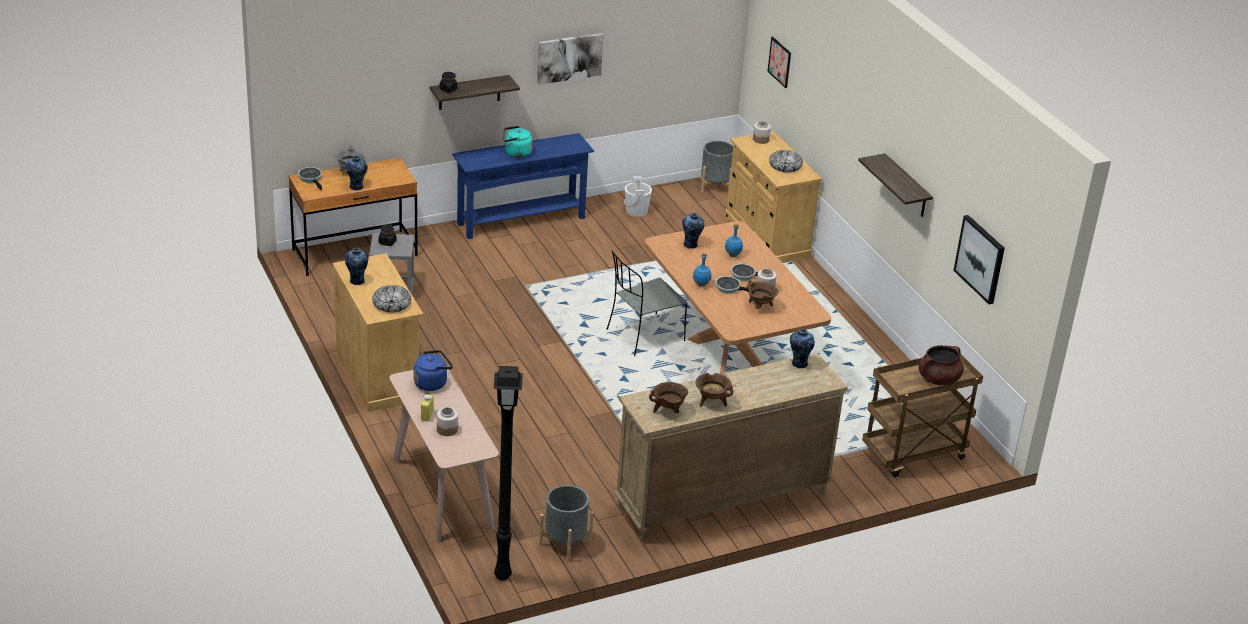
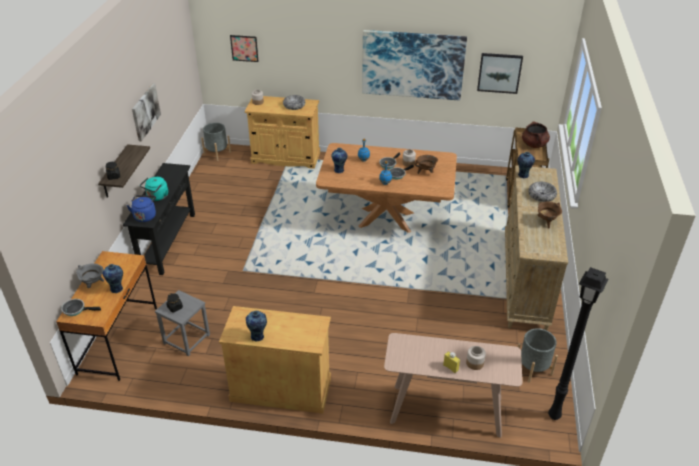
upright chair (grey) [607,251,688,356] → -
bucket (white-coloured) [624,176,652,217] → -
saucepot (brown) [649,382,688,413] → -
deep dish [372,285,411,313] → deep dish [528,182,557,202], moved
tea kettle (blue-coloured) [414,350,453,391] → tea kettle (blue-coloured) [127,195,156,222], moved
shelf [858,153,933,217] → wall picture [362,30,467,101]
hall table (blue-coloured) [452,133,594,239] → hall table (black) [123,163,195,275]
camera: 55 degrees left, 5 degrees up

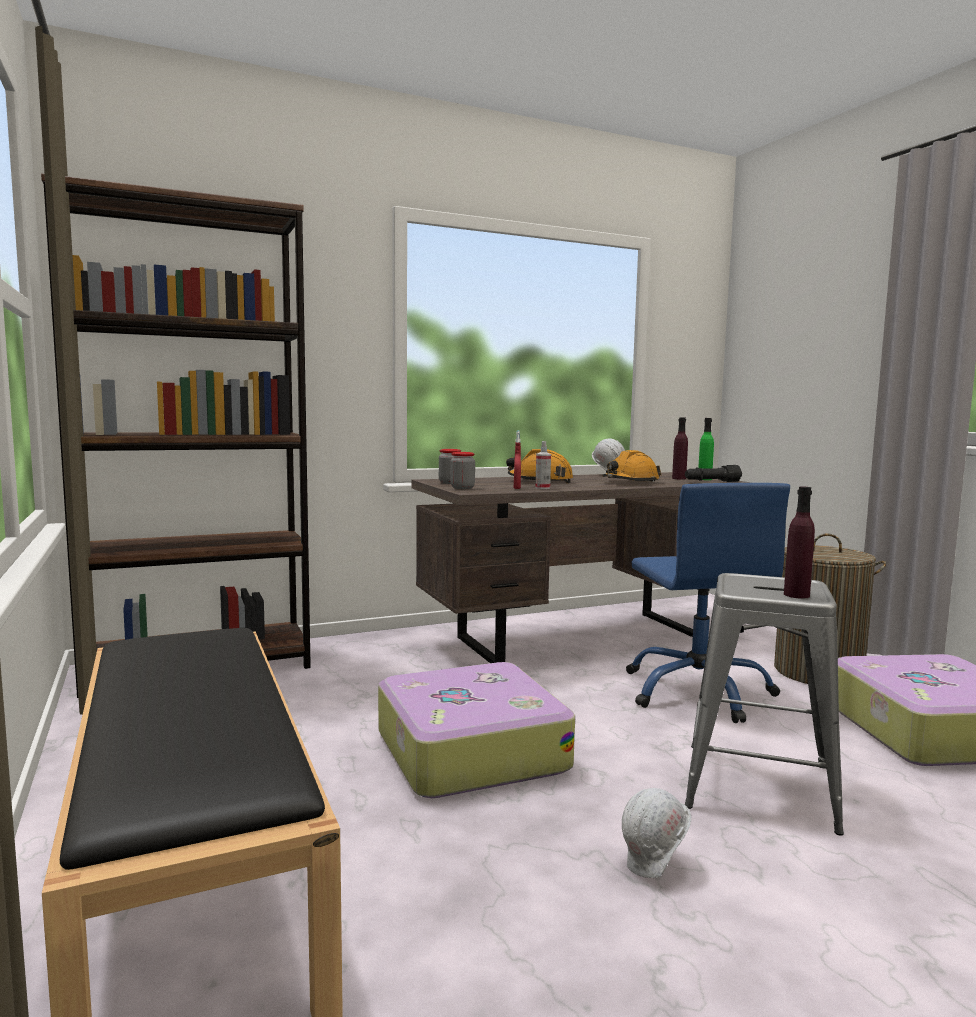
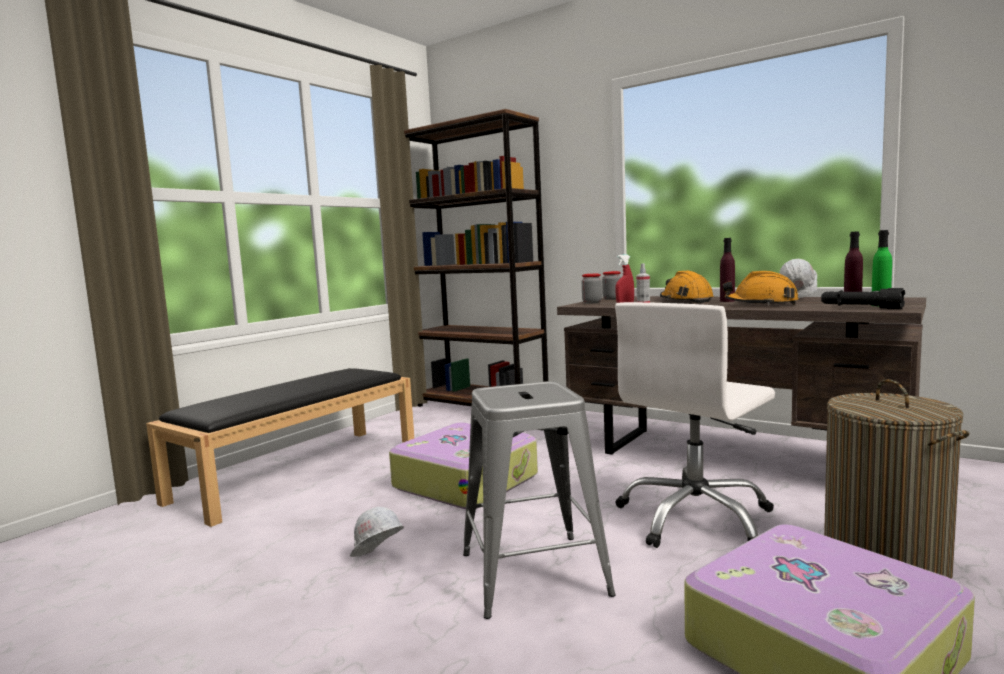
beverage bottle (purple) [784,487,815,599] → beverage bottle (purple) [720,238,735,302], moved
computer chair (blue-coloured) [626,483,790,723] → computer chair (white-coloured) [615,302,775,548]
camera: 60 degrees right, 0 degrees up

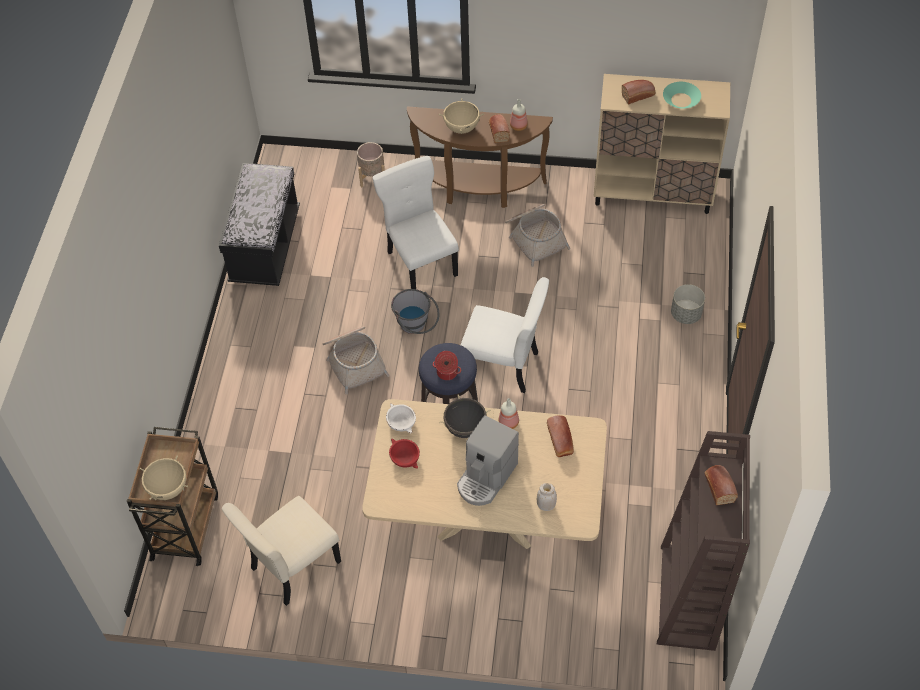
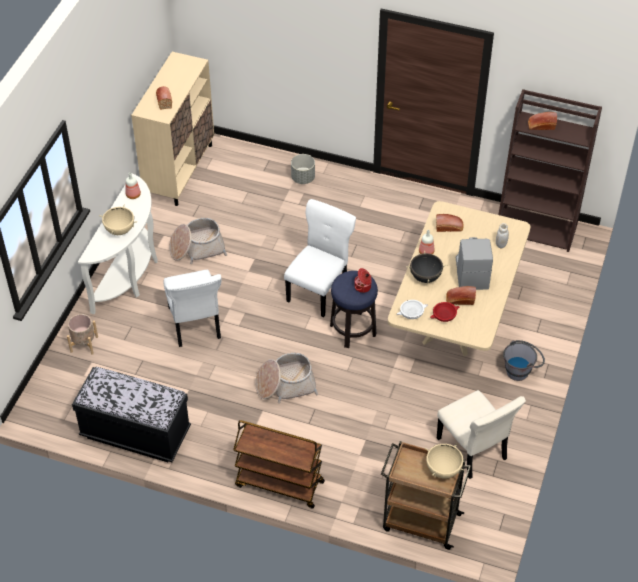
deep dish (blue-green) [663,82,701,109] → -
- → wheeled cart (brown) [233,420,325,509]
bucket (grey) [391,289,439,334] → bucket (grey) [503,340,545,381], moved
bread [489,114,510,143] → bread [446,286,476,305], moved
hall table (brown) [407,106,553,208] → hall table (white-coloured) [78,174,158,314]
upright chair (white-coloured) [373,156,459,289] → upright chair (white-coloured) [164,270,221,347], 90 degrees counterclockwise
coffee brewer [457,415,519,506] → coffee brewer [456,237,493,290], 135 degrees counterclockwise
camera: 80 degrees left, 5 degrees down

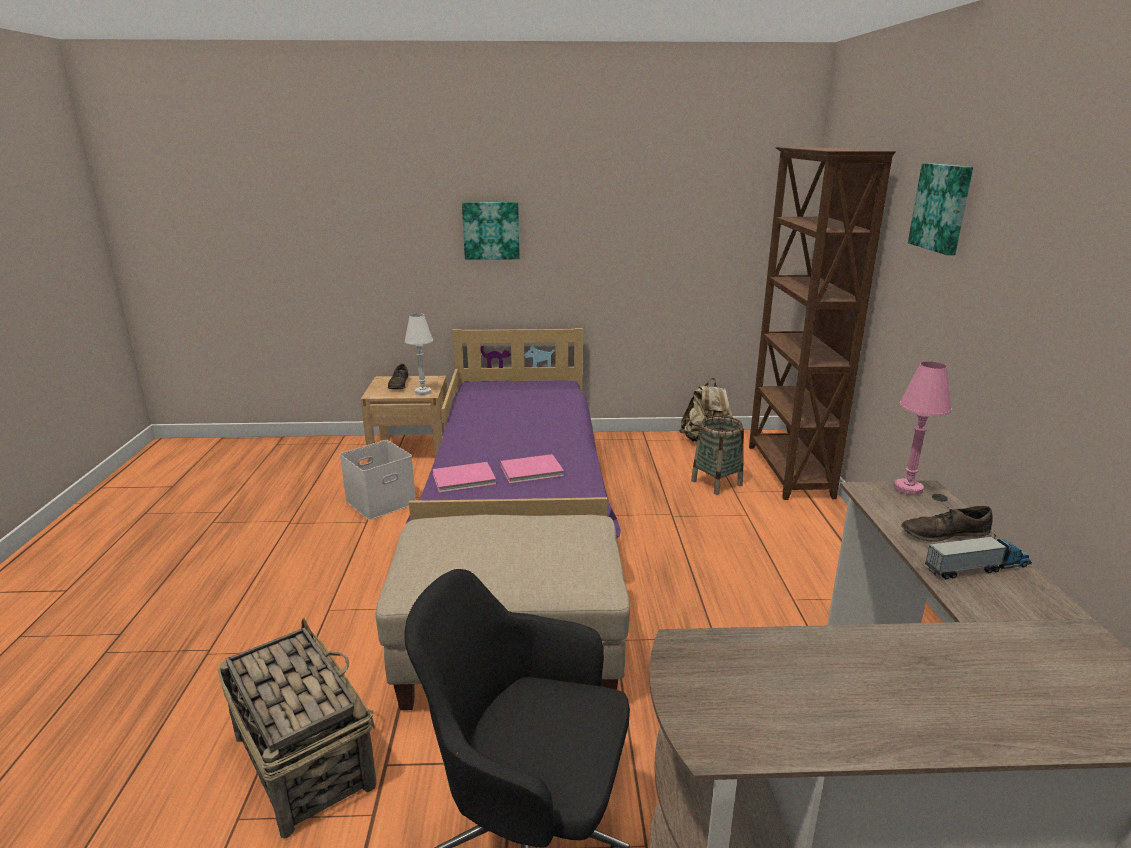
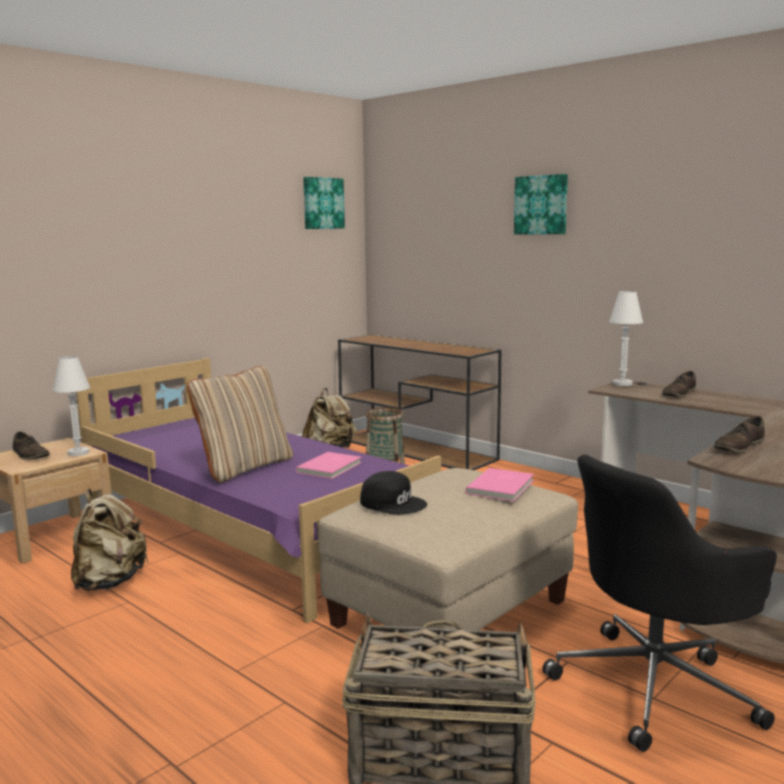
toy truck [925,534,1032,579] → -
- → throw pillow (beige-coloured) [187,366,293,483]
- → cap (black) [360,471,427,515]
- → low shoe (brown) [714,416,765,453]
bound book (pinkish) [433,462,496,493] → bound book (pinkish) [465,468,534,501], moved
wall picture [462,202,520,260] → wall picture [303,177,345,229], moved
storage box (white-coloured) [340,440,416,520] → knapsack (beige-coloured) [71,488,149,591]
bookcase (brown) [749,147,896,500] → hall table (brown) [338,334,501,470]
table lamp (pinkish) [894,361,952,495] → table lamp (white-coloured) [609,291,643,386]
camera: 45 degrees left, 10 degrees down

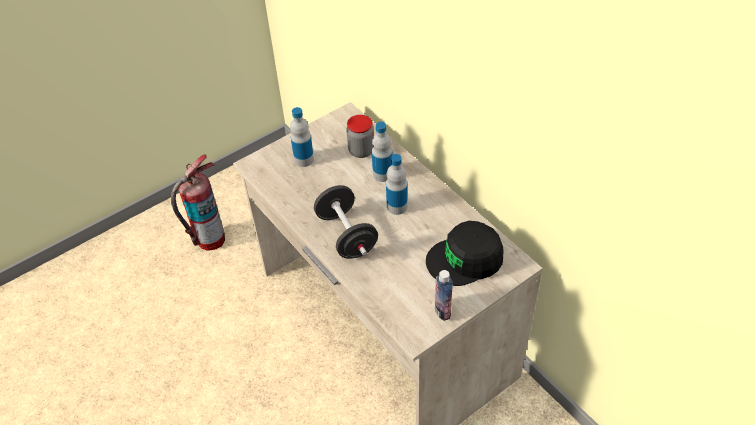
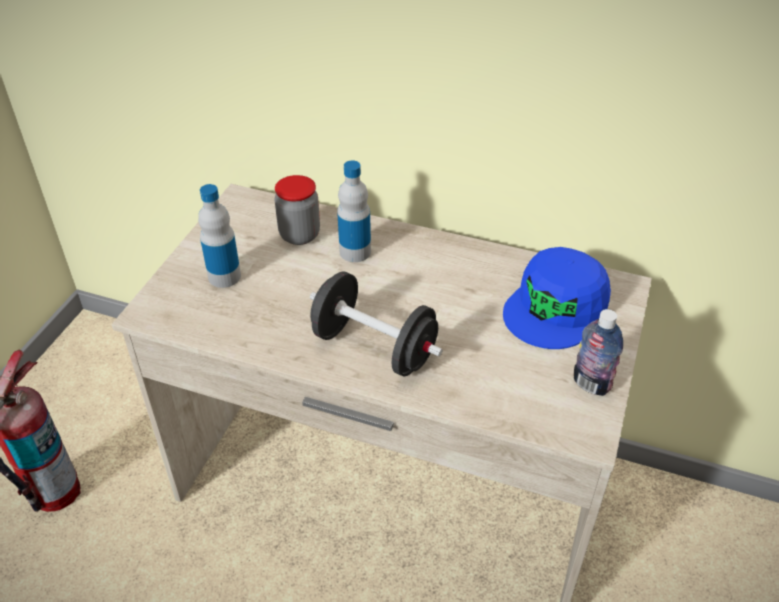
beverage bottle [386,154,408,215] → -
cap (black) [426,221,504,286] → cap (blue-coloured) [503,247,611,349]
camera: 35 degrees left, 5 degrees down

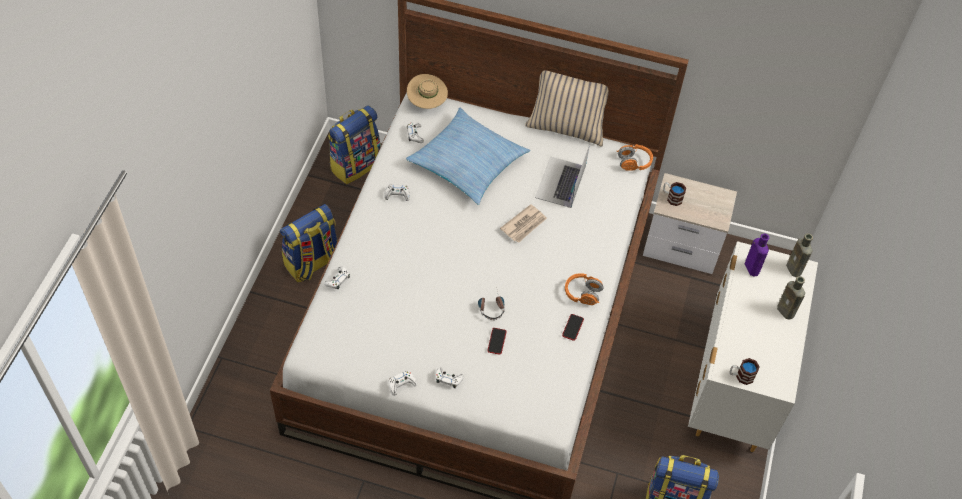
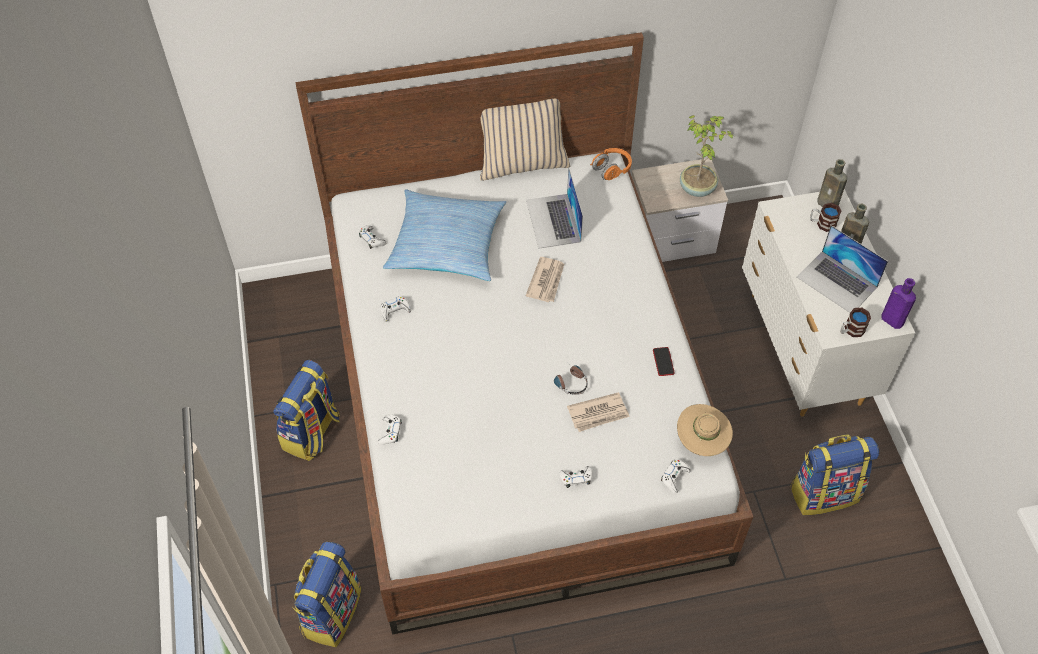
headset (orangey) [565,273,603,305] → -
- → plant in a pot [680,115,735,197]
- → laptop [797,225,888,313]
knapsack [328,105,381,184] → knapsack [292,542,361,647], moved
game controller (white-coloured) [388,371,417,396] → game controller (white-coloured) [661,460,691,493], moved
clothing hat (beige-coloured) [407,74,448,109] → clothing hat (beige-coloured) [677,404,733,456], moved
mug [663,182,686,206] → mug [810,203,842,232], moved
beverage bottle (purple) [745,234,769,277] → beverage bottle (purple) [881,278,916,329], moved
handset [487,328,506,355] → daily paper [567,392,630,432]
camera: 25 degrees left, 0 degrees up

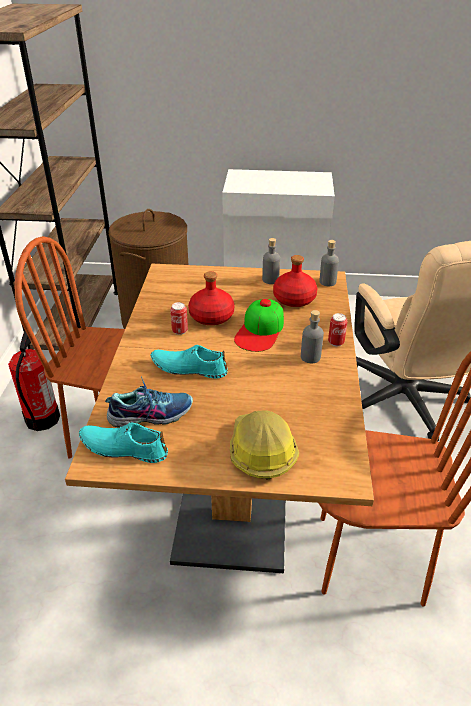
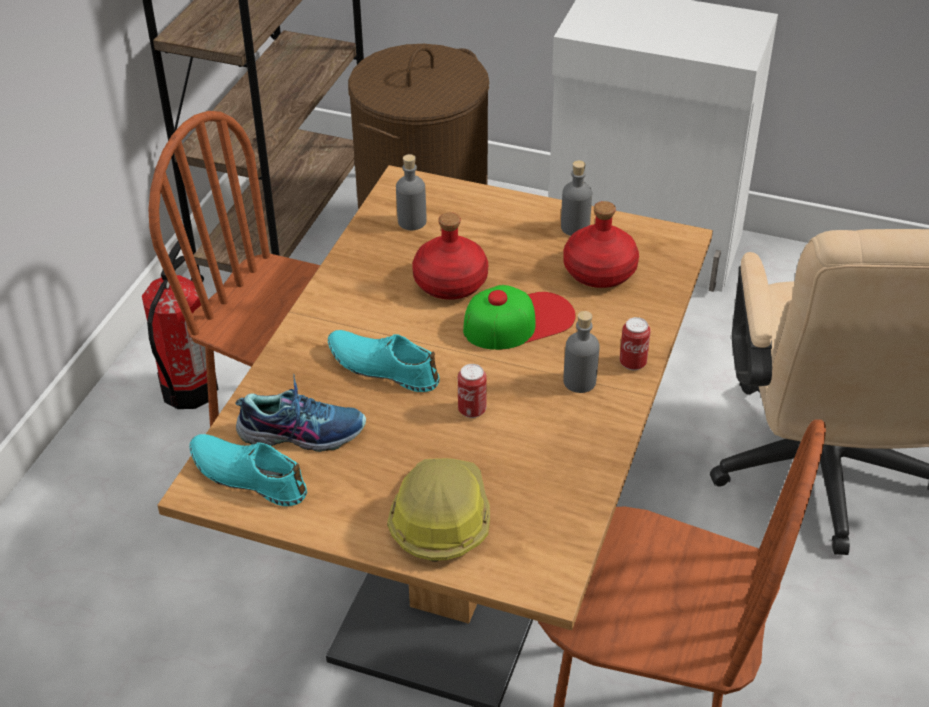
can [170,302,188,335] → can [458,364,487,418], moved
beverage bottle (grey) [319,240,339,286] → beverage bottle (grey) [396,154,426,230], moved
cap [234,299,284,352] → cap [463,285,576,350], 150 degrees counterclockwise
camera: 15 degrees right, 5 degrees up

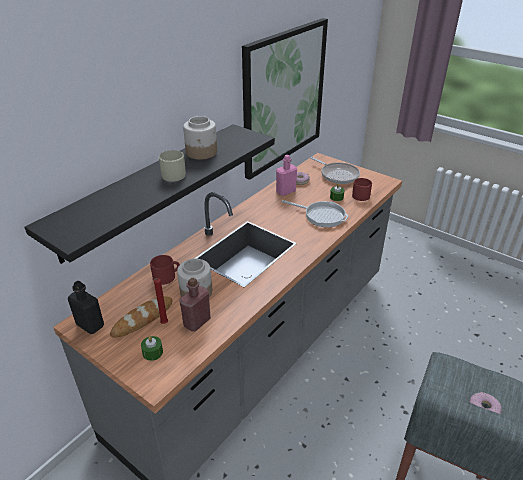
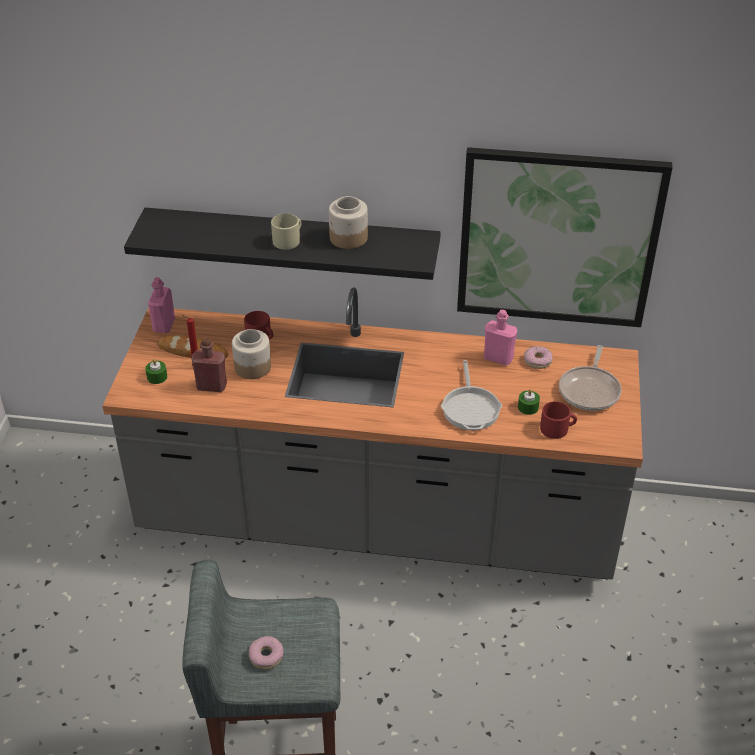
beverage bottle (black) [68,281,104,334] → beverage bottle (pinkish) [148,277,175,333]
camera: 60 degrees right, 5 degrees up

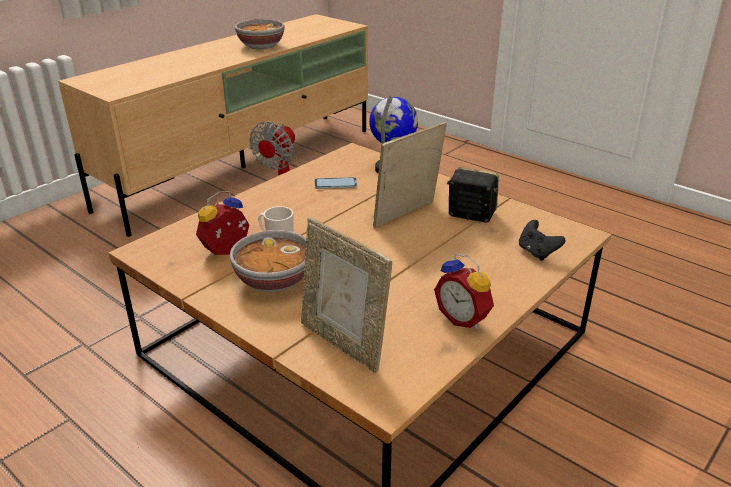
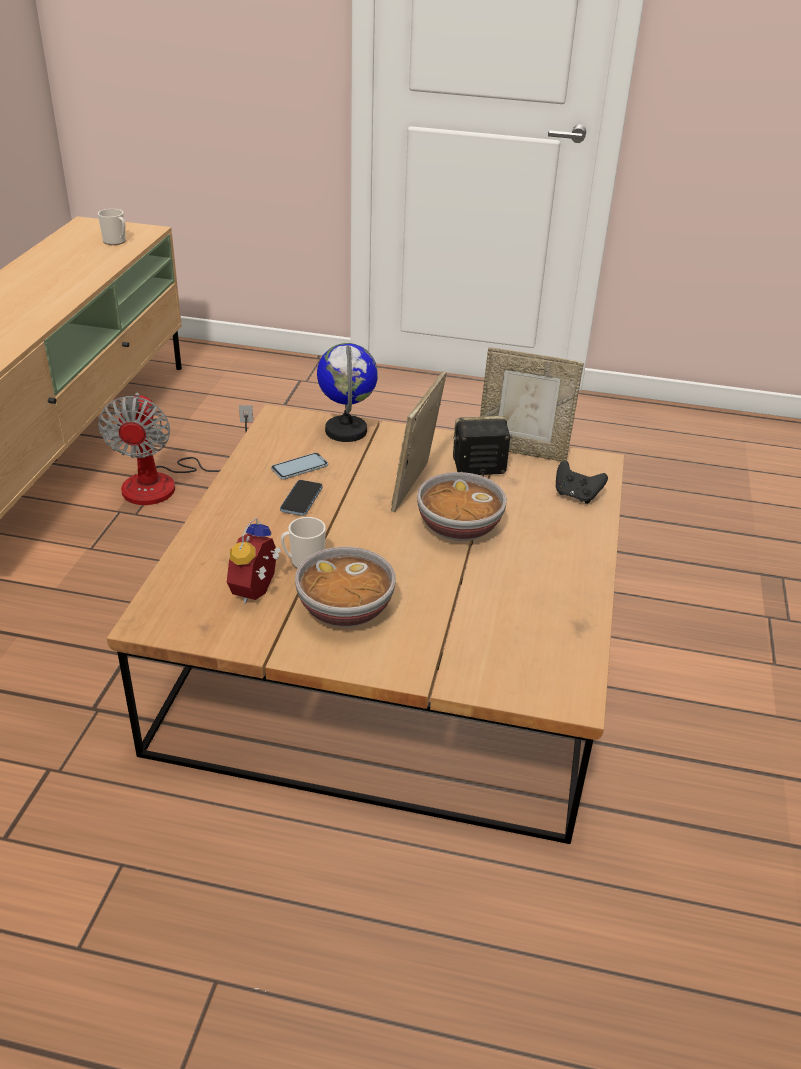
alarm clock [434,253,494,329] → -
- → mug [98,209,126,245]
- → handset [280,480,323,516]
deep dish [235,19,285,49] → deep dish [417,472,507,541], moved
photo frame [301,217,392,373] → photo frame [480,347,584,462], moved
camera: 30 degrees left, 5 degrees up

